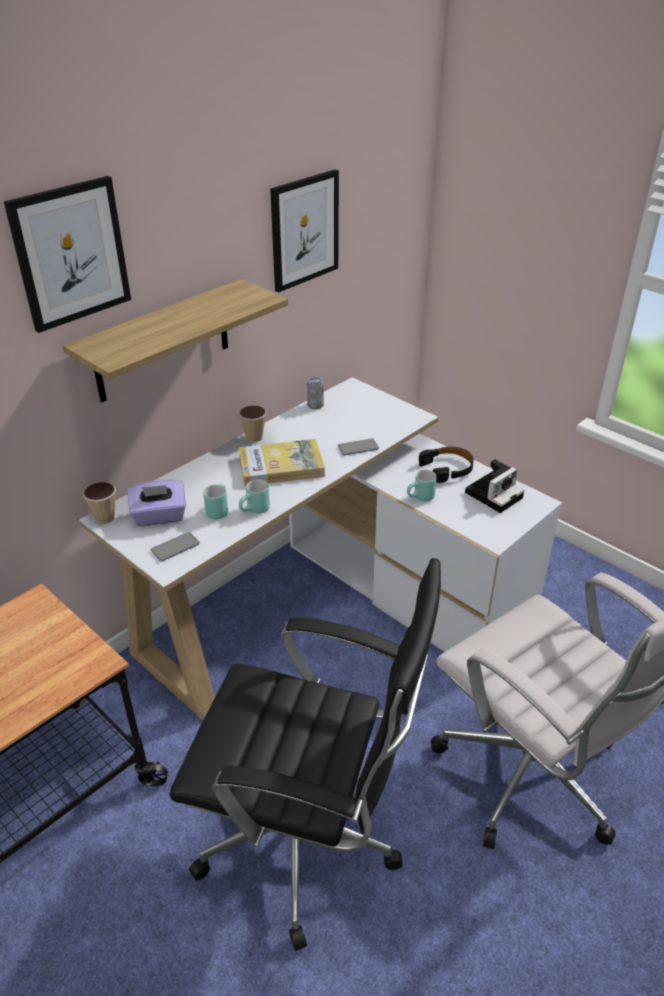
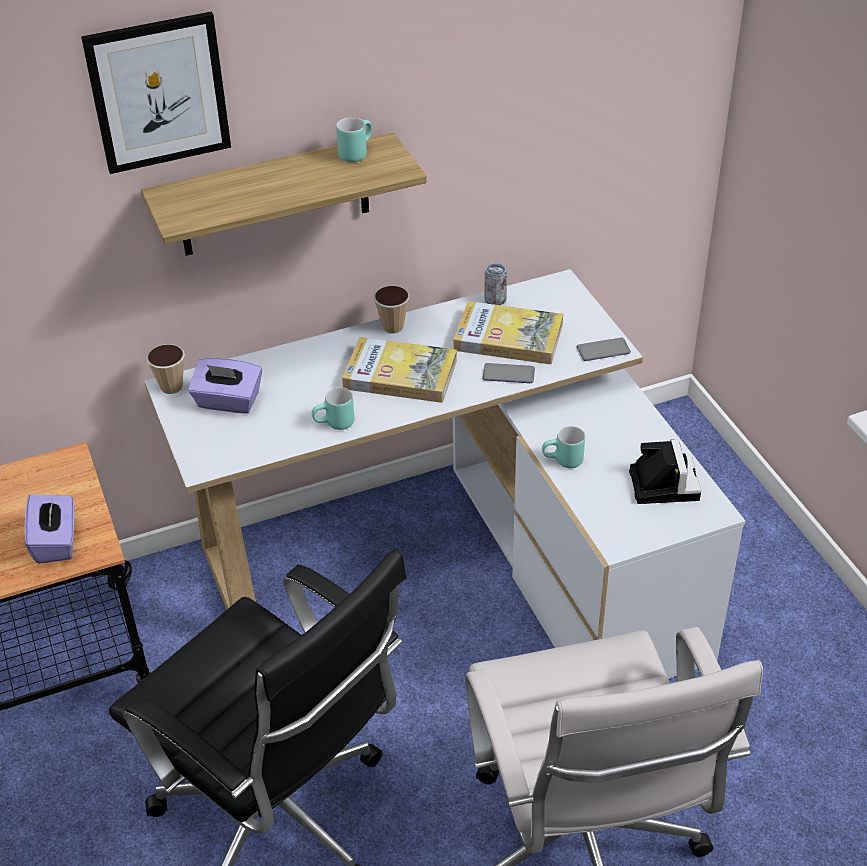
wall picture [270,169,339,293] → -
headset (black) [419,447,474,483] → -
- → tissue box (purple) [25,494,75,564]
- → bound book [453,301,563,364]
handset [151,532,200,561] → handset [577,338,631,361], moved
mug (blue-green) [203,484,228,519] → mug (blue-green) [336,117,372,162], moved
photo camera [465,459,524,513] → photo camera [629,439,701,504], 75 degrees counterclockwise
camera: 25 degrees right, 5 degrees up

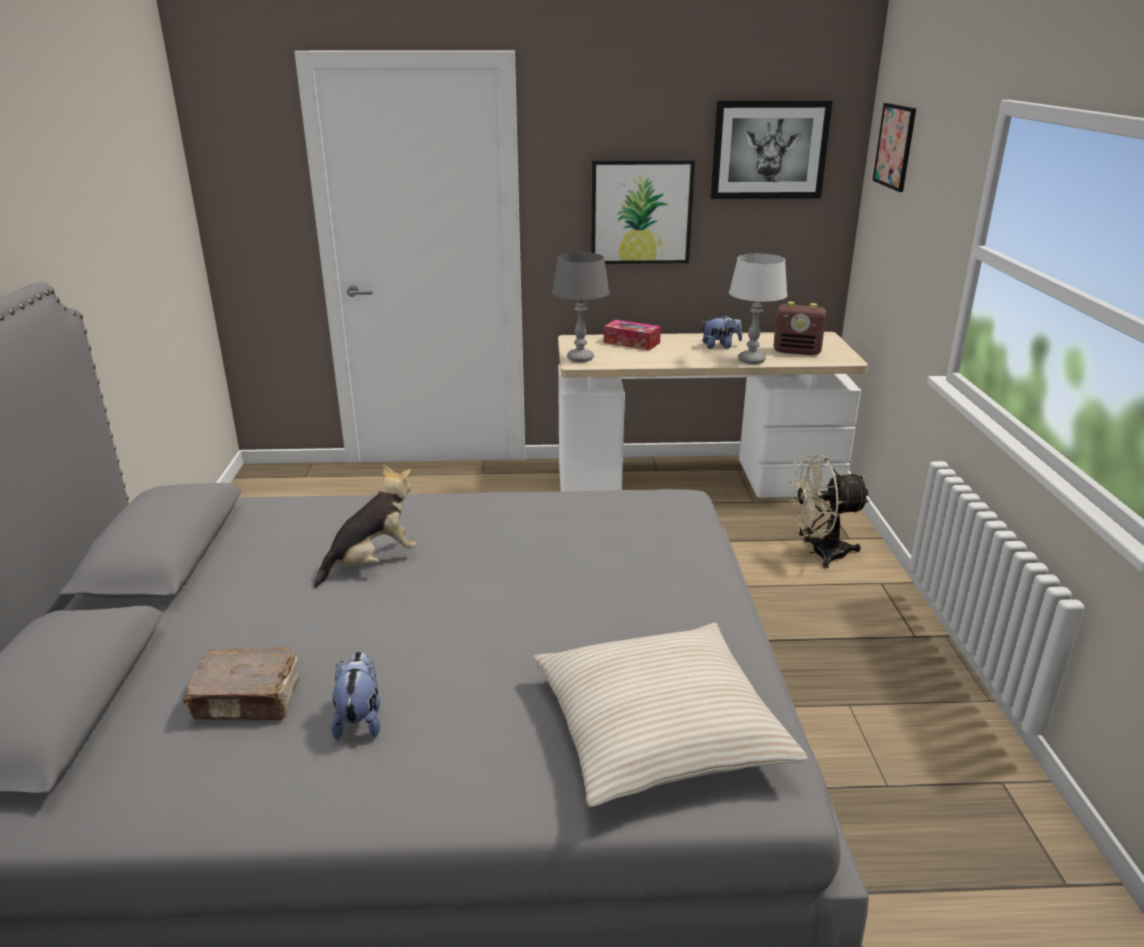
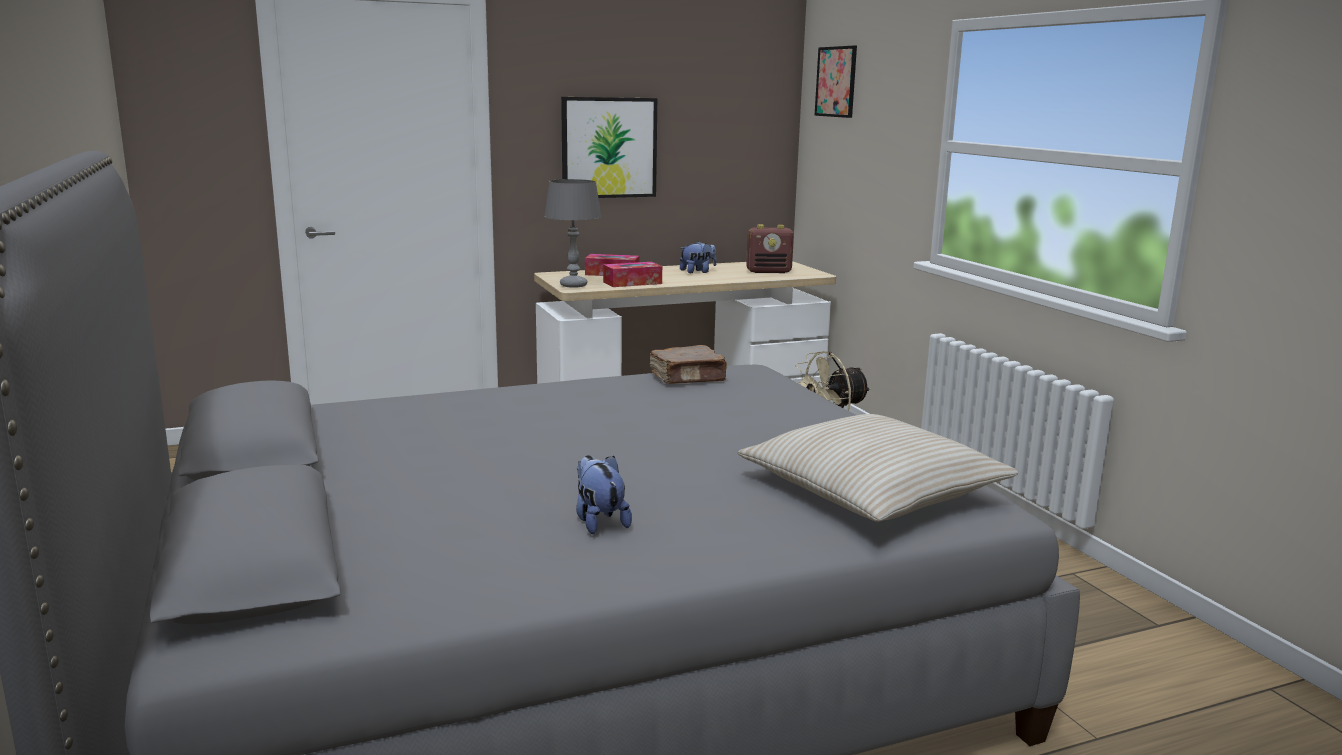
plush toy [314,464,416,588] → -
wall picture [711,100,833,199] → -
table lamp (grey) [729,254,787,364] → -
- → tissue box [603,262,662,287]
bound book (brown) [183,647,300,720] → bound book (brown) [650,345,728,384], moved
camera: 20 degrees left, 10 degrees down

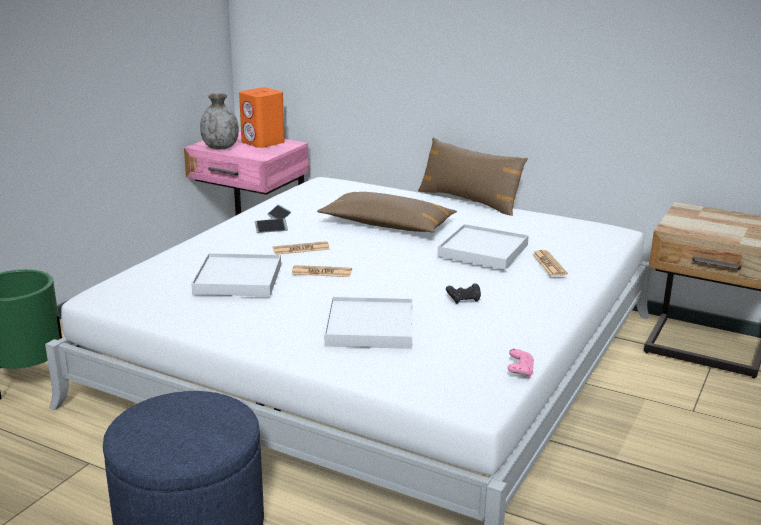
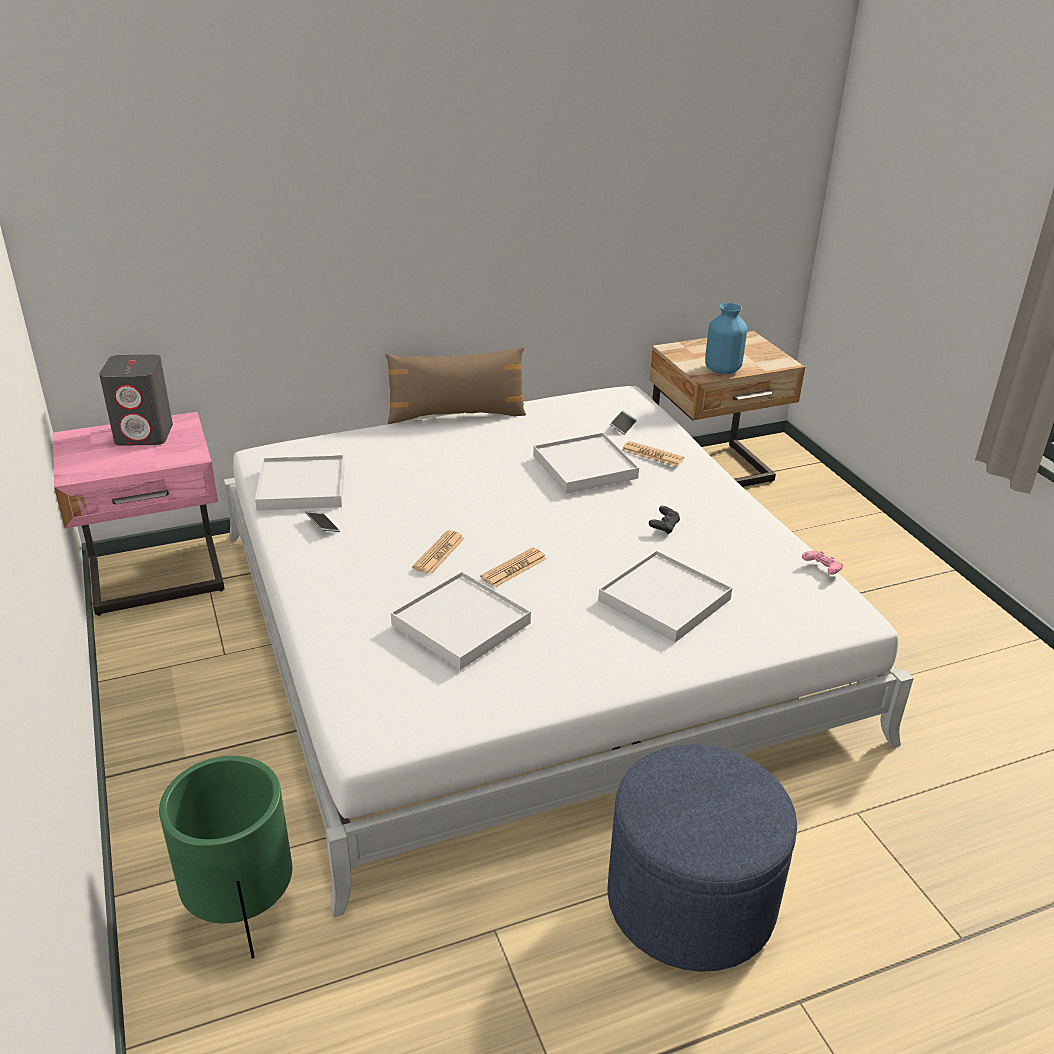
flower vase (grey) [200,93,239,149] → -
throw pillow (brown) [317,192,457,232] → -
- → tray (white-coloured) [255,455,345,511]
- → flower vase (blue-coloured) [705,303,747,374]
handset [255,219,288,233] → handset [610,410,637,435], moved
speaker (orangey) [239,87,285,148] → speaker (grey) [99,355,173,446]
camera: 50 degrees left, 10 degrees up

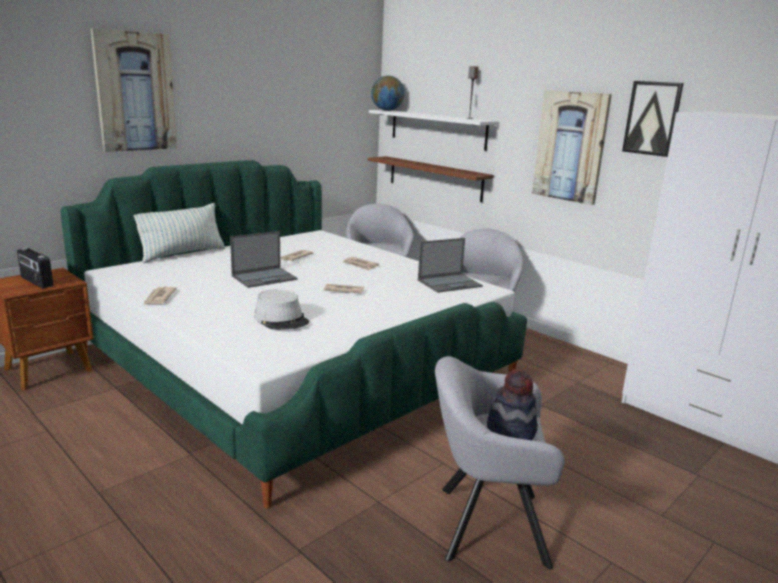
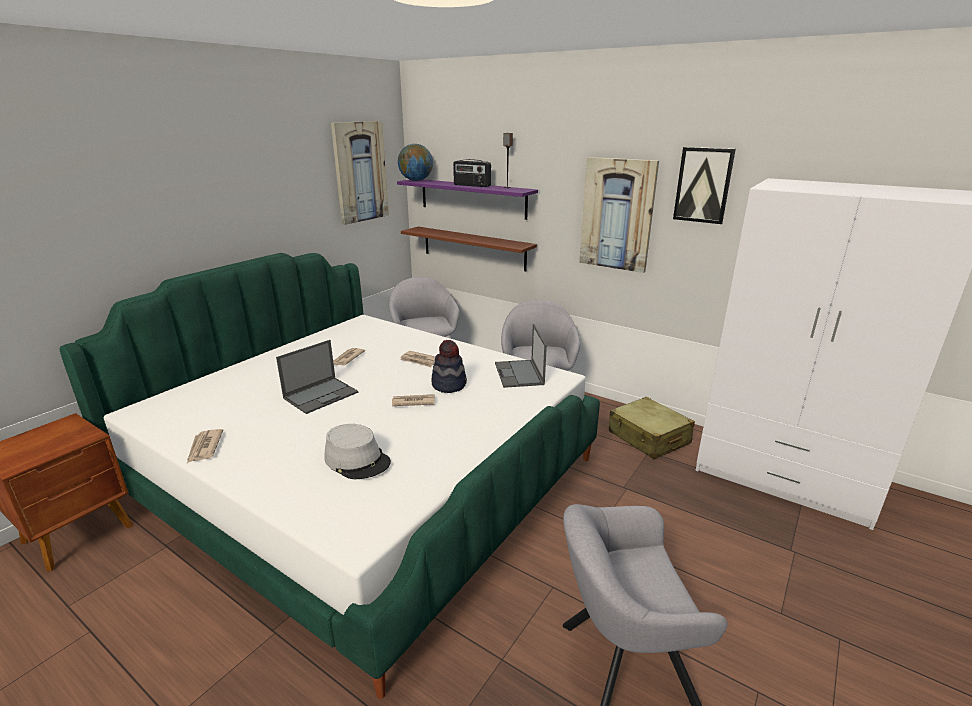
throw pillow [134,203,225,263] → -
- → travel case (beige-coloured) [609,397,695,459]
radio set [17,248,53,288] → radio set [453,159,491,187], moved
wall picture [90,28,177,152] → wall picture [331,121,389,225], moved
clothing hat [487,369,538,440] → clothing hat [432,340,467,393], moved
shelf (white-coloured) [369,110,498,151] → shelf (purple) [397,179,538,220]
laptop [418,238,483,293] → laptop [495,324,547,388], 120 degrees clockwise
camera: 10 degrees left, 5 degrees up

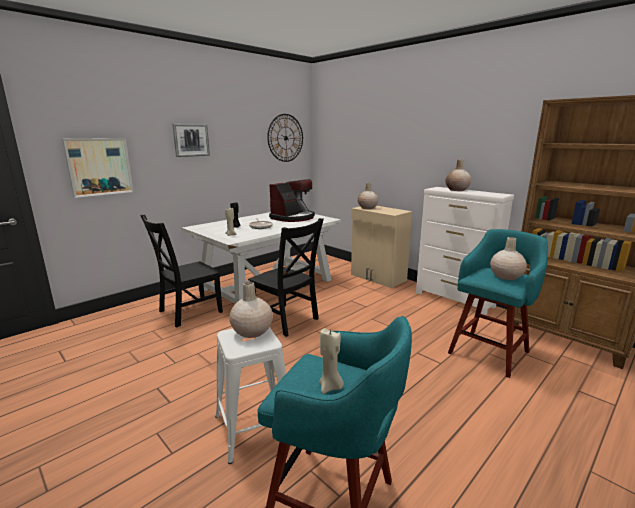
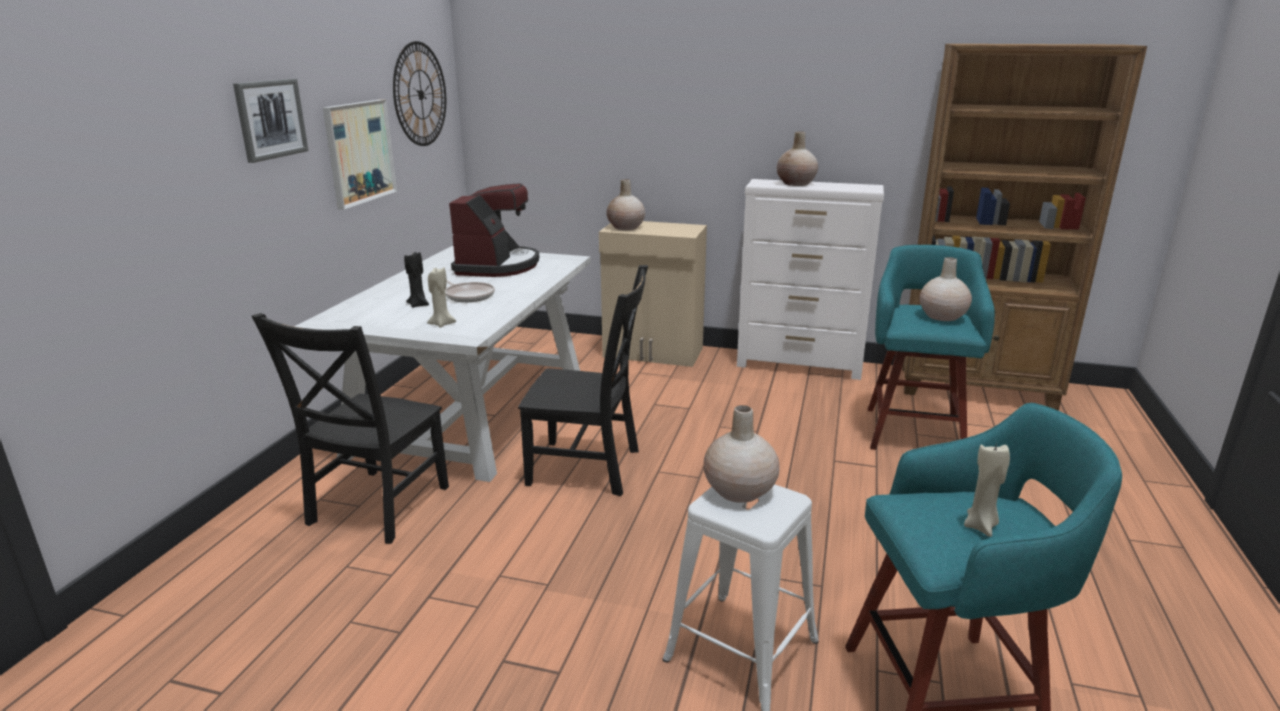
wall picture [62,138,134,198] → wall picture [323,99,397,210], moved
camera: 30 degrees left, 5 degrees up

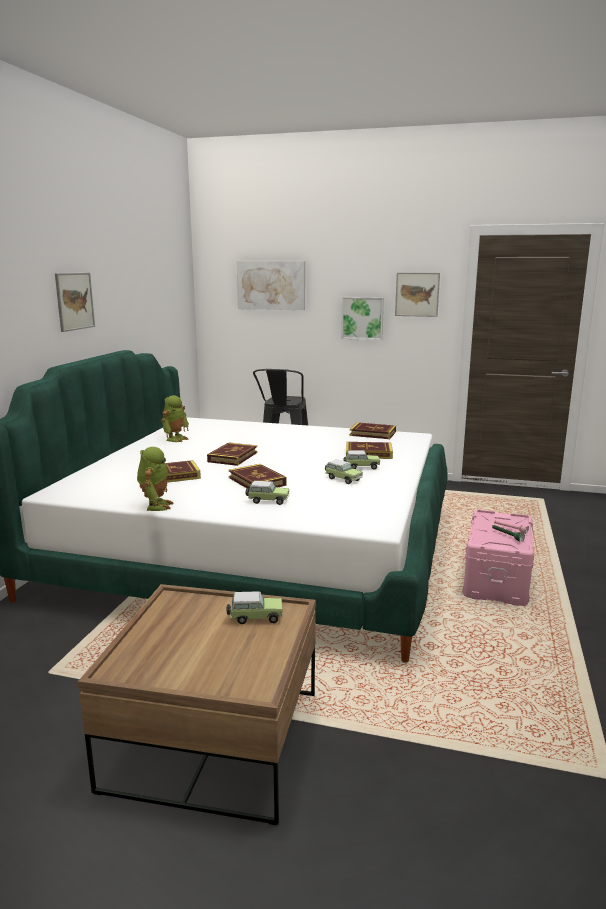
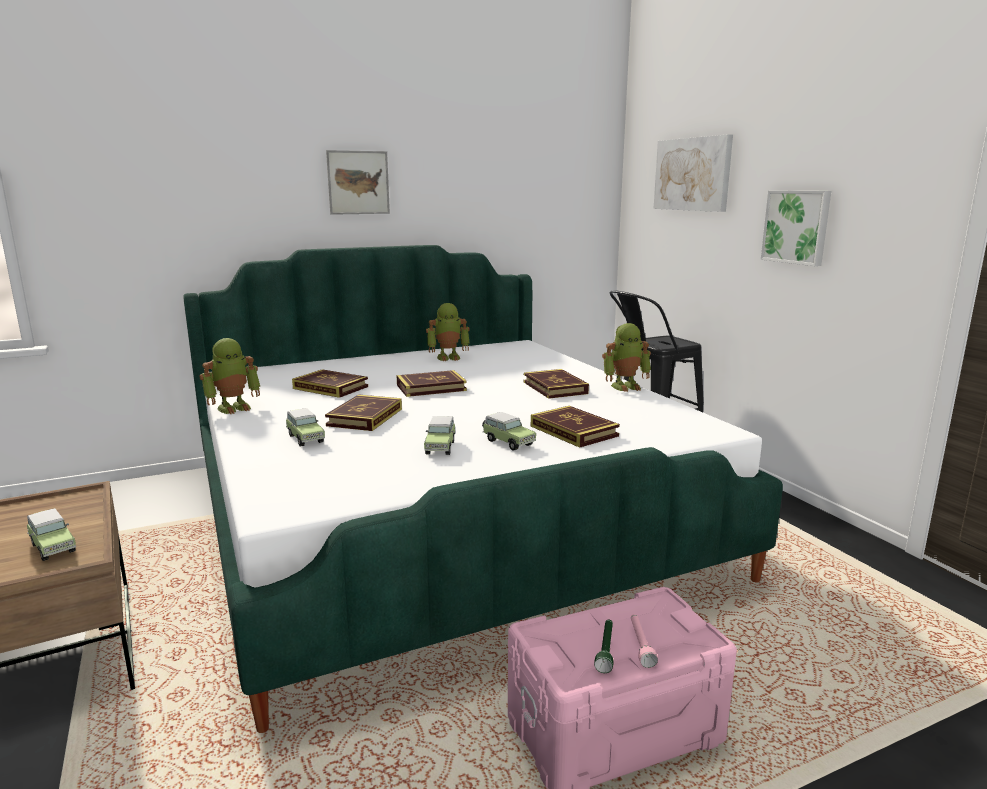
wall picture [395,273,440,317] → -
- → robot figure [602,323,651,392]
bound book [350,422,396,439] → bound book [524,369,589,399], moved
camera: 50 degrees right, 0 degrees up

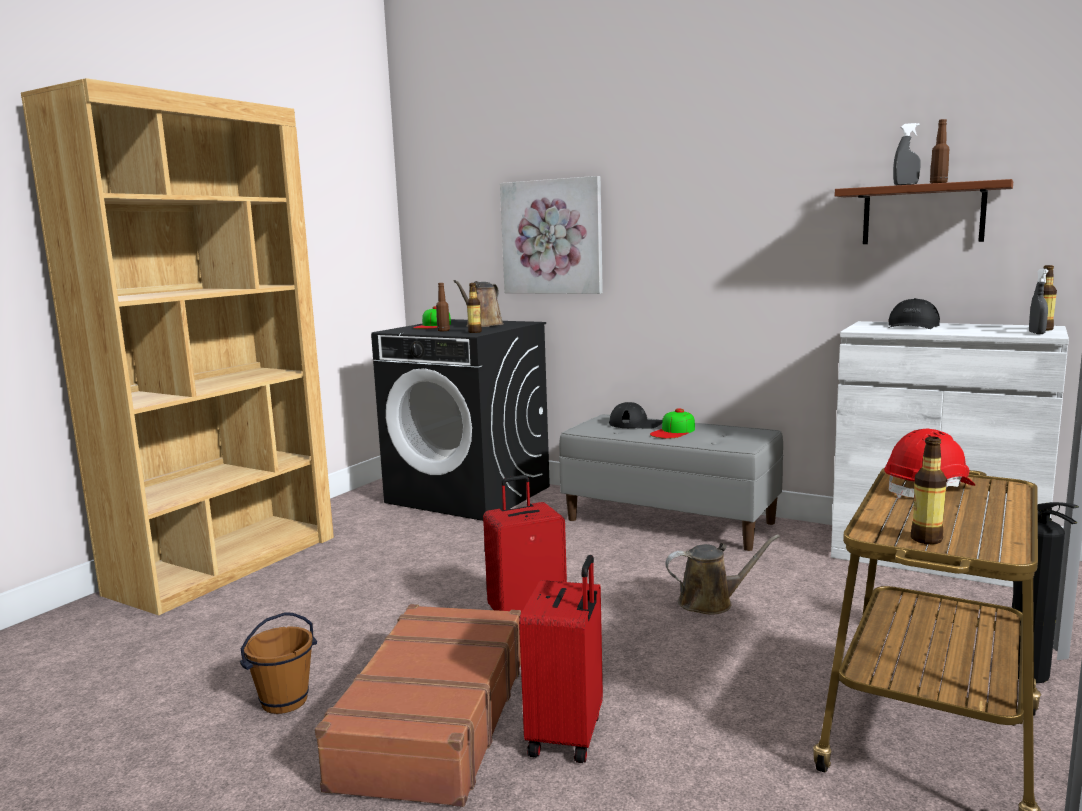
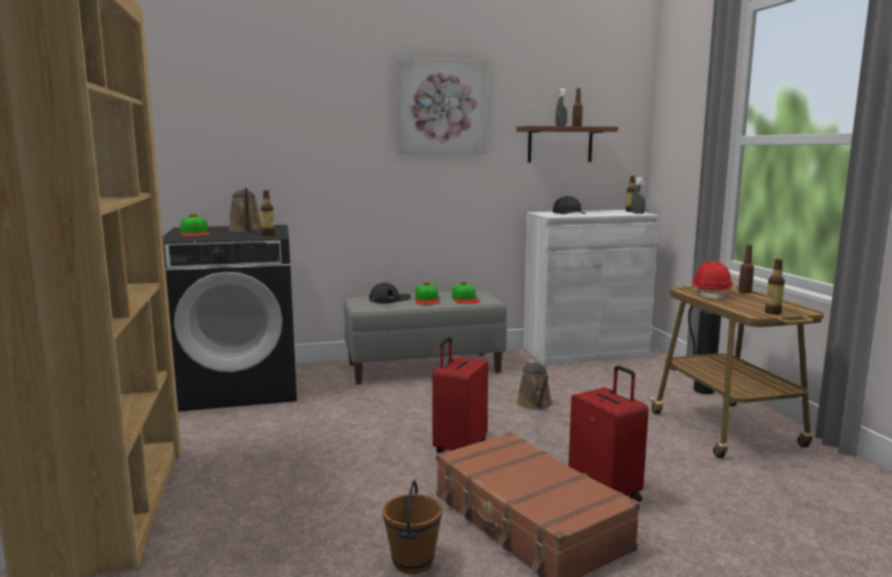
- → cap [452,282,480,304]
beverage bottle (brown) [436,283,450,331] → beverage bottle (brown) [738,245,754,293], moved
wall picture [500,176,603,294] → wall picture [396,57,487,154], moved
sprinkling can (brown) [665,534,780,615] → sprinkling can (brown) [517,361,552,410], 135 degrees clockwise
camera: 45 degrees left, 0 degrees up

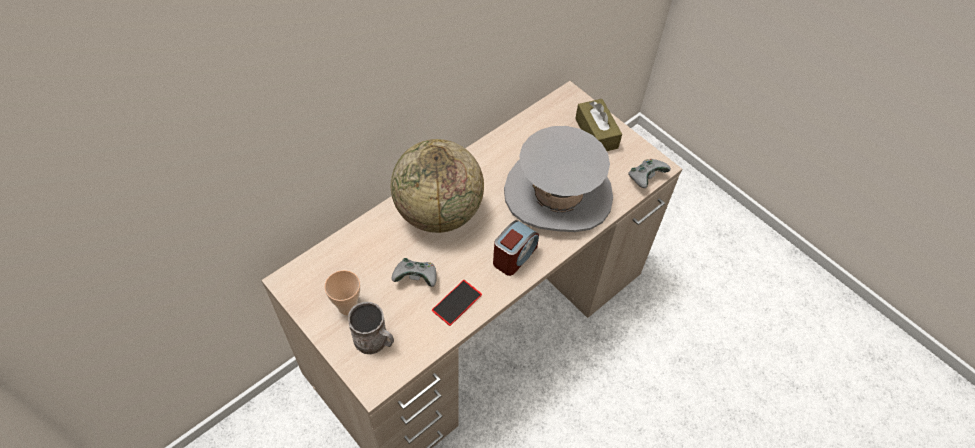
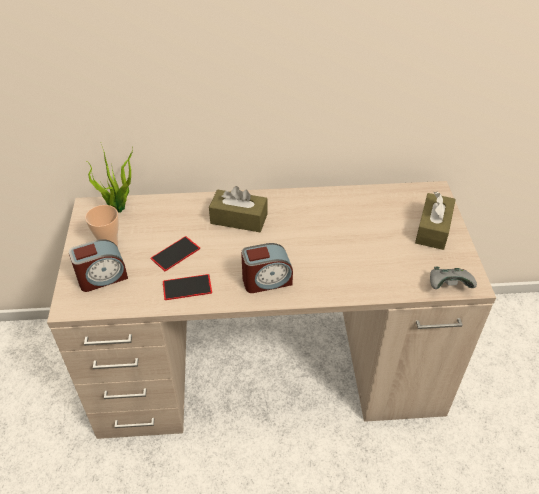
clothing hat (grey) [504,126,613,232] → -
- → plant in a pot [87,144,133,213]
mug (grey) [348,302,394,354] → alarm clock [69,239,128,292]
world globe [391,139,484,233] → tissue box (brown) [209,186,267,232]
game controller (grey) [392,258,437,287] → handset [151,236,200,271]
camera: 40 degrees right, 10 degrees down

